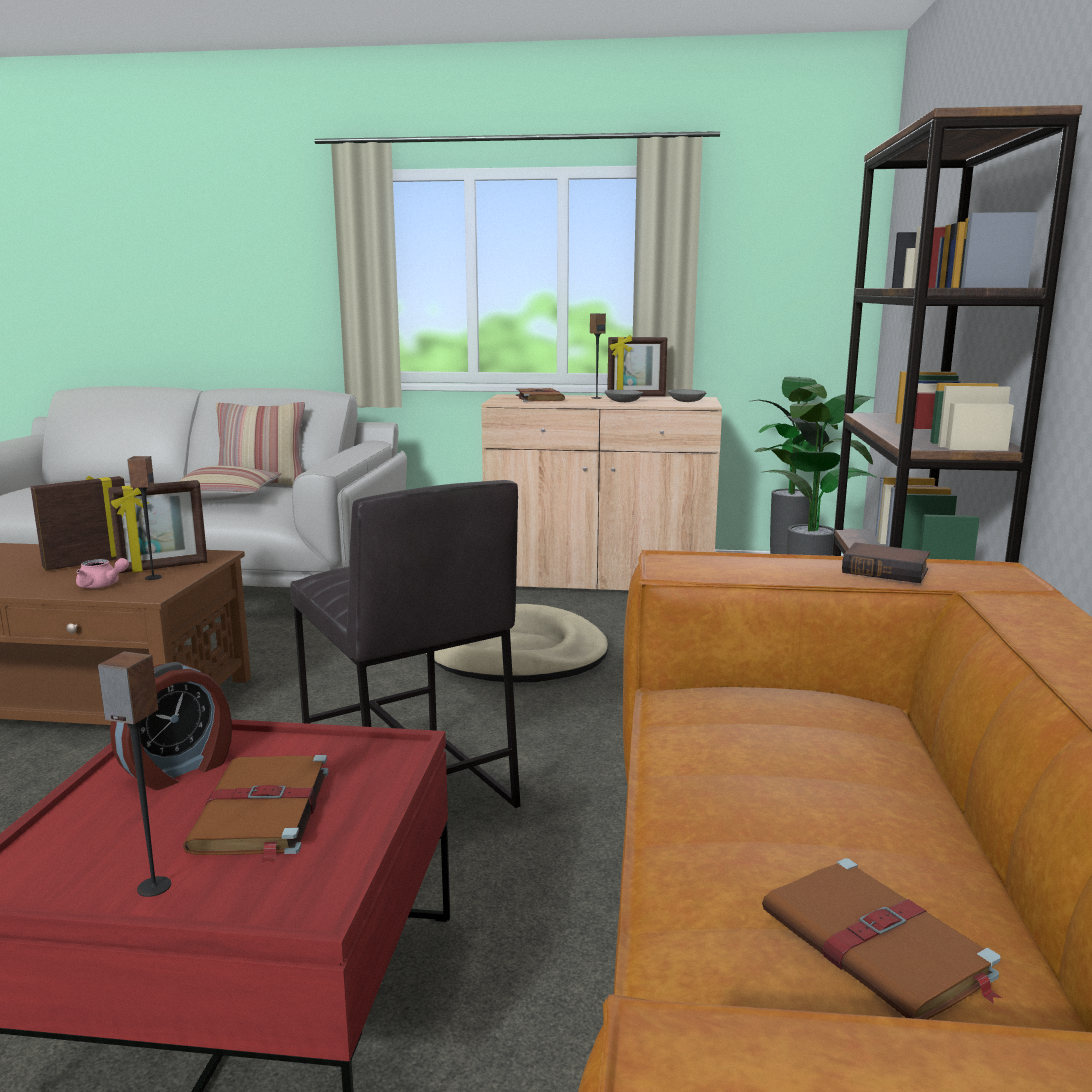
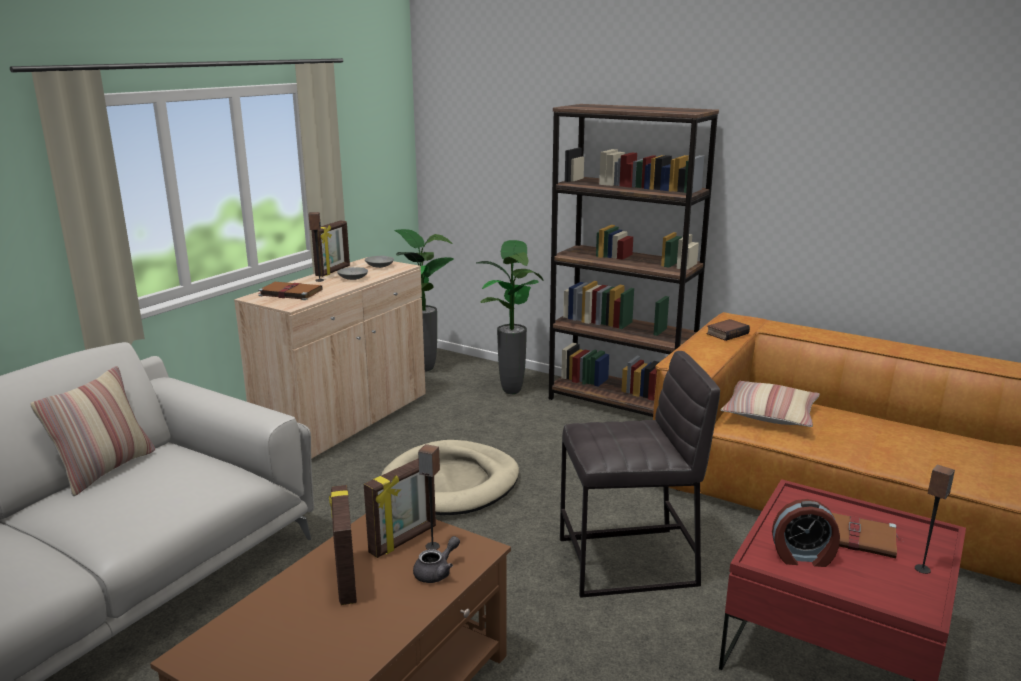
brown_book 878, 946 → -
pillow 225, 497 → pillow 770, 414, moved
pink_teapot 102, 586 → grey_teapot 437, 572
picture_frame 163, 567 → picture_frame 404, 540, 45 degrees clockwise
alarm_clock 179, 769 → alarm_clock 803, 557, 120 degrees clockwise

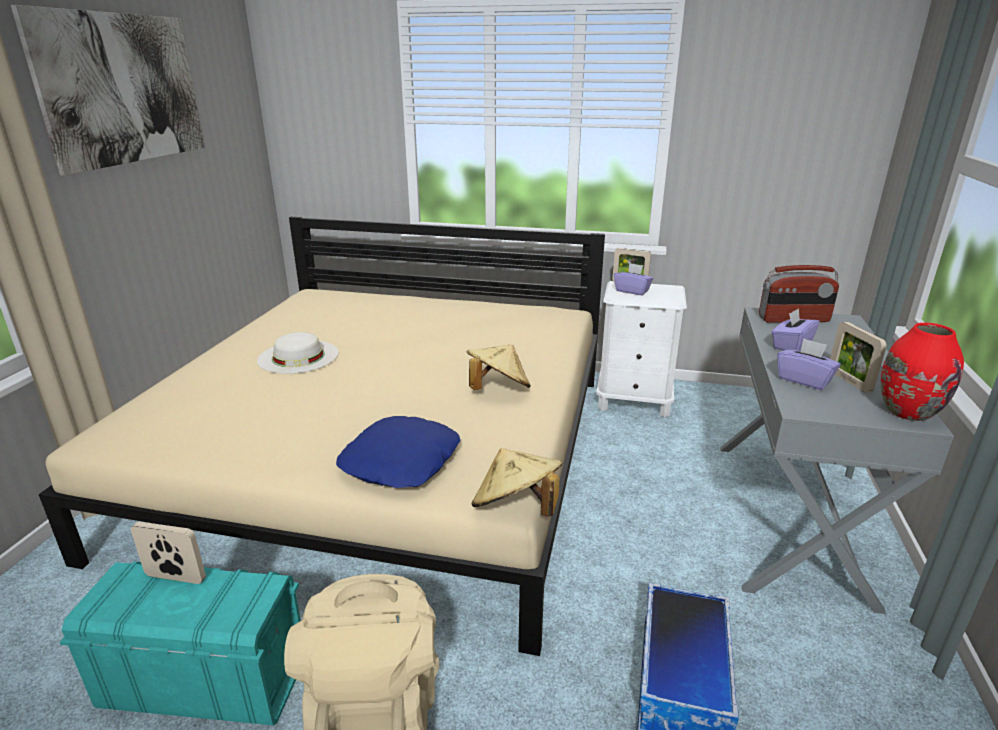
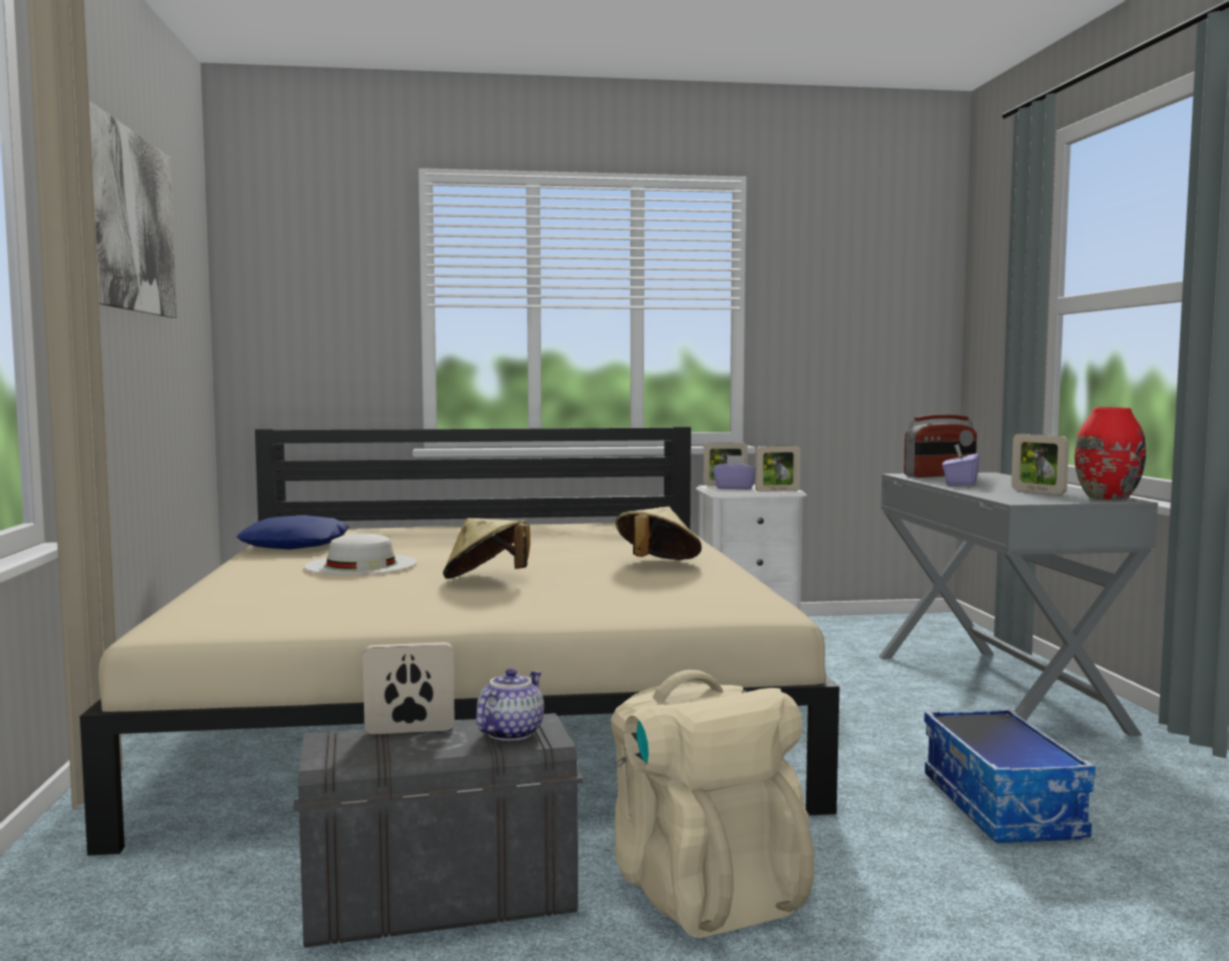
purple_tissue_box 804, 380 → -
- → teapot 509, 733
- → picture_frame 777, 491
blue_pillow 402, 462 → blue_pillow 296, 545, moved
beige_hat 516, 509 → beige_hat 486, 580, moved
turquoise_storage_box 205, 681 → grey_storage_box 438, 902

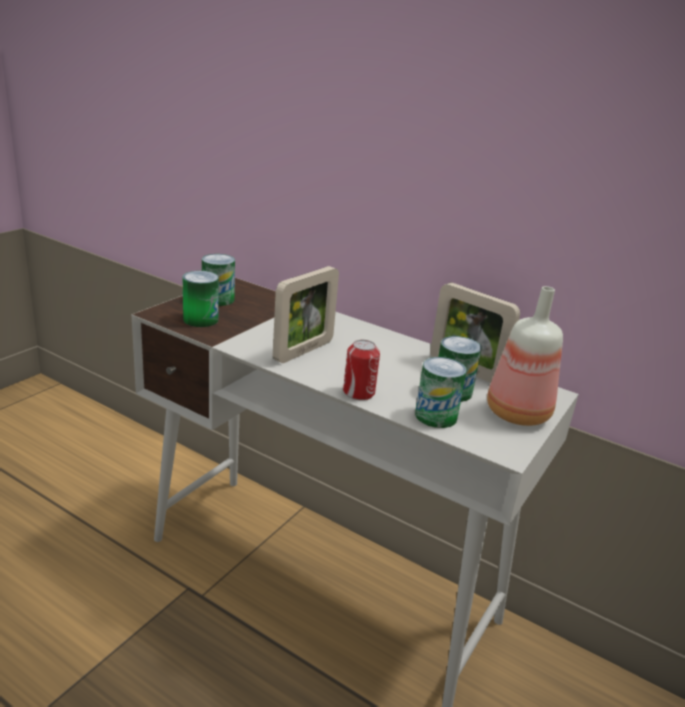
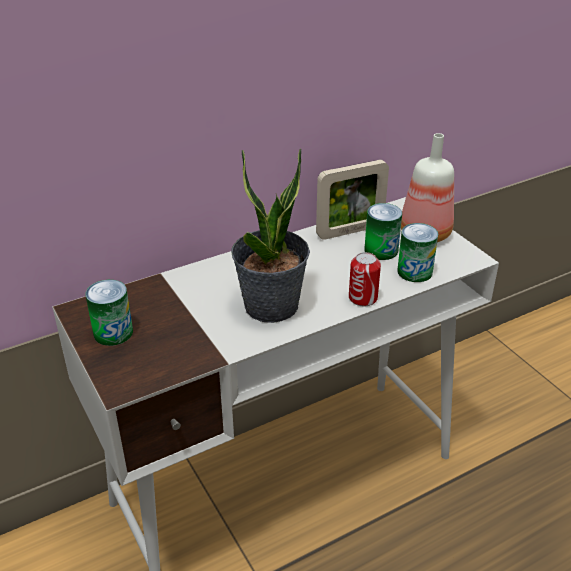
can 200, 319 → -
picture_frame 303, 351 → potted_plant 271, 306

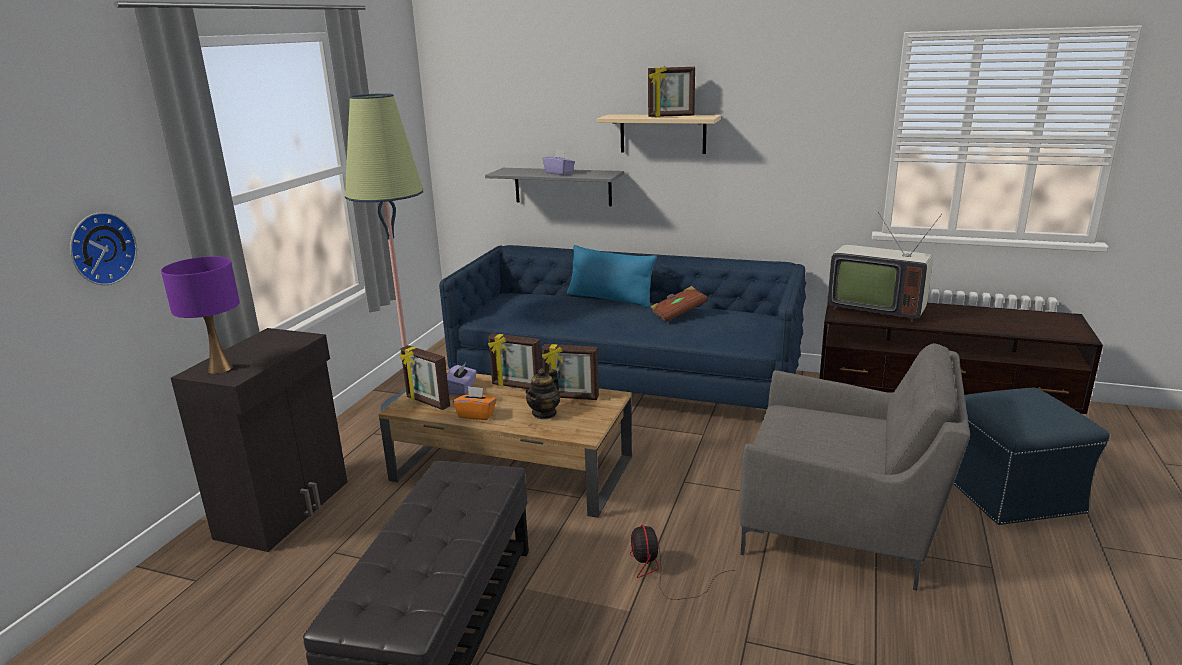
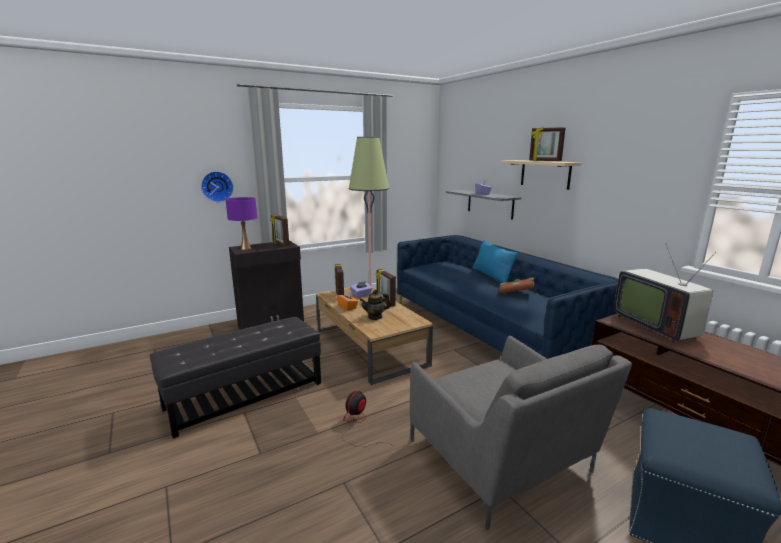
picture_frame 571, 397 → picture_frame 280, 244, moved

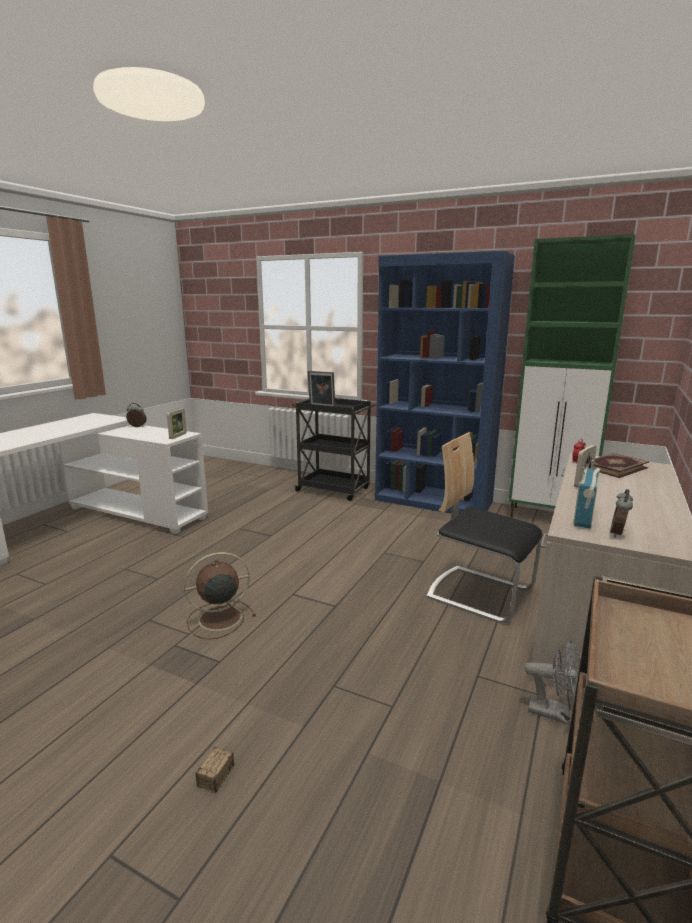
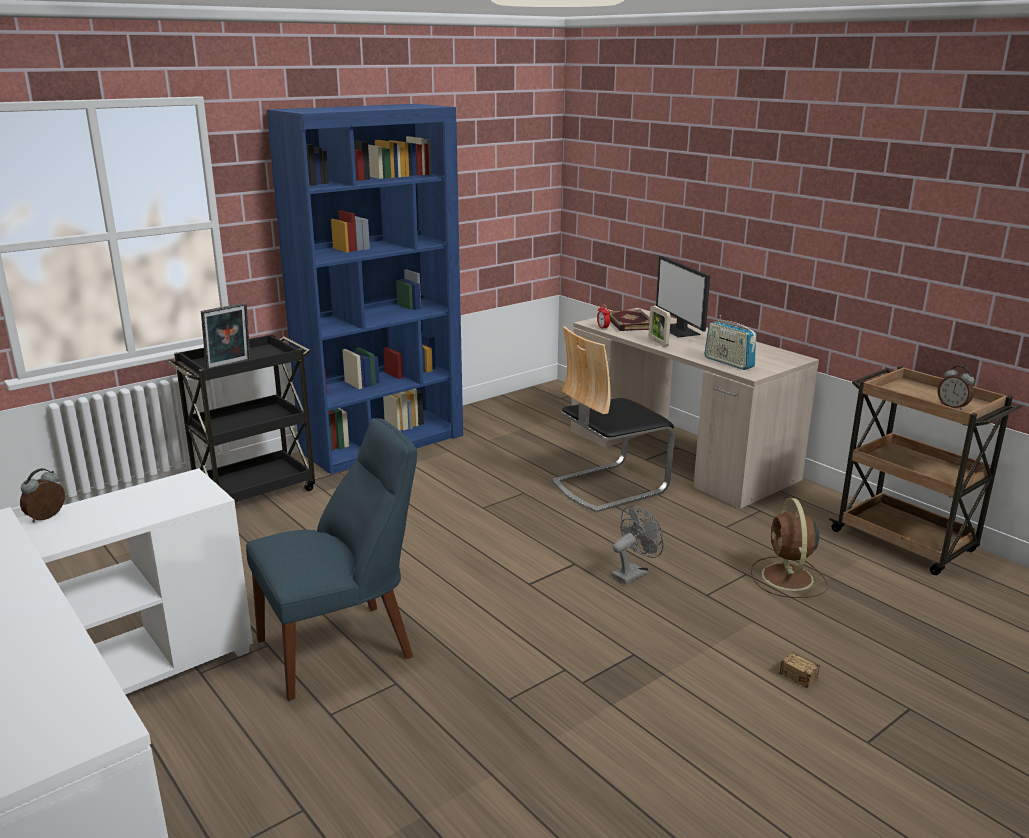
picture_frame 178, 436 → -
green_cabinet 550, 518 → -
- → blue_chair 342, 647
- → monitor 679, 330
brown_fan 218, 619 → brown_fan 788, 578, moved
grey_fan 555, 713 → grey_fan 633, 573, moved
alarm_clock 618, 533 → alarm_clock 953, 406, moved

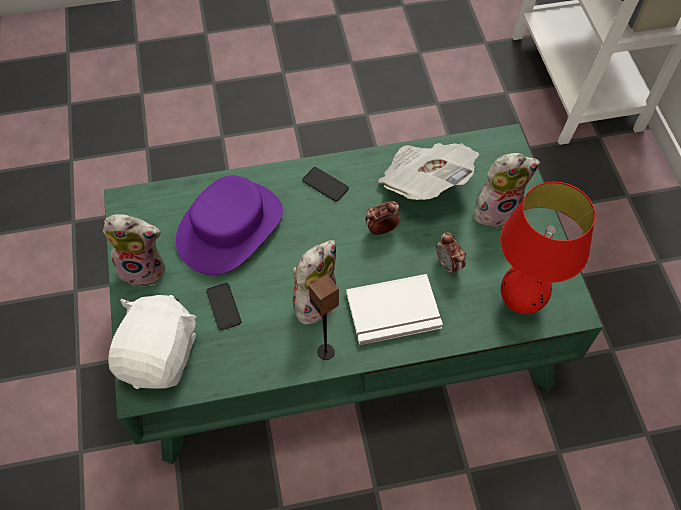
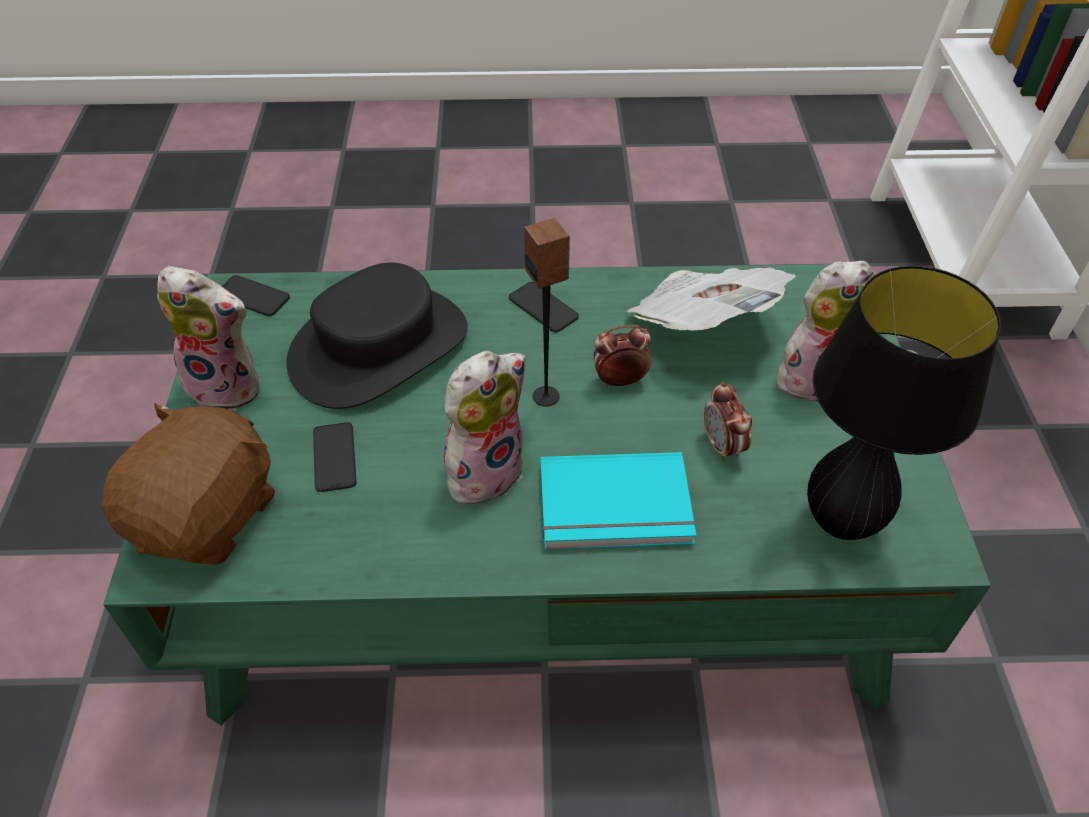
- → phone 252, 296
speaker 326, 351 → speaker 546, 396, moved
white_plush_toy 160, 355 → brown_plush_toy 209, 515
purple_hat 230, 227 → black_hat 379, 346
white_book 394, 313 → turquoise_book 616, 508
red_table_lamp 520, 302 → black_table_lamp 841, 523

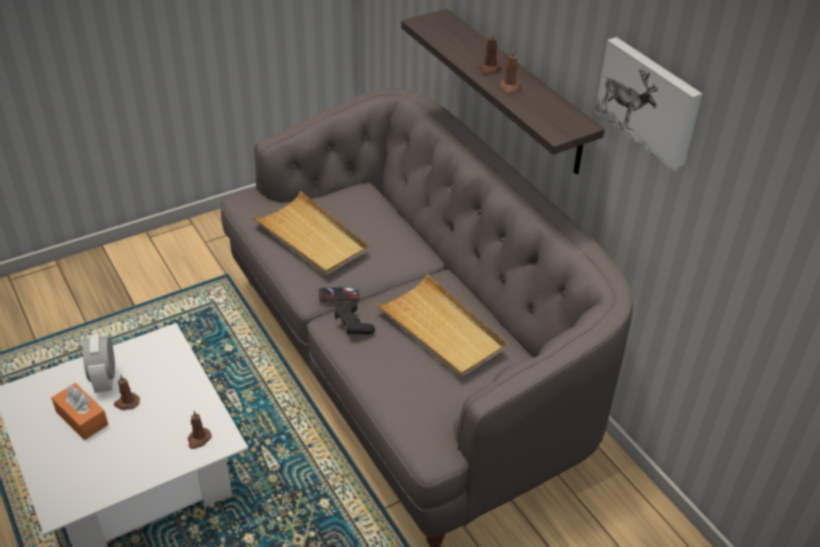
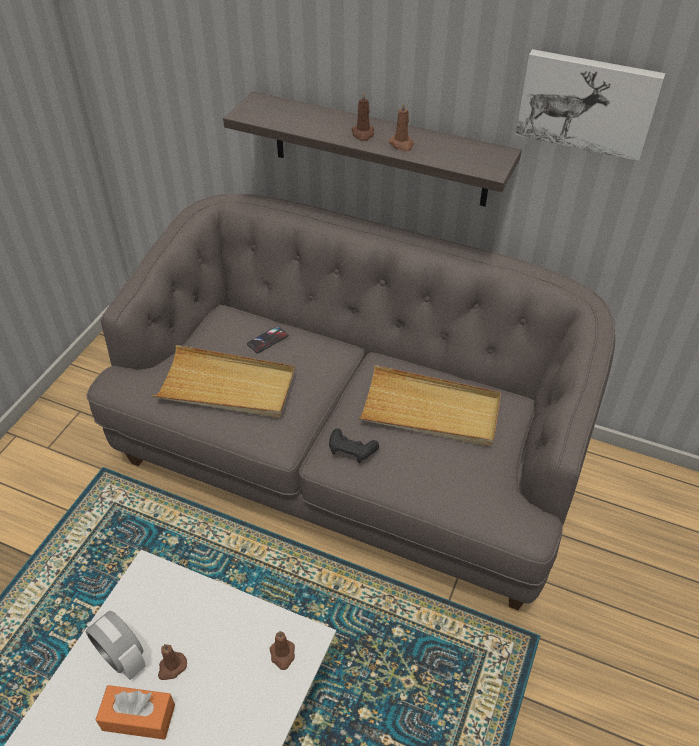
phone 338, 294 → phone 267, 340, moved

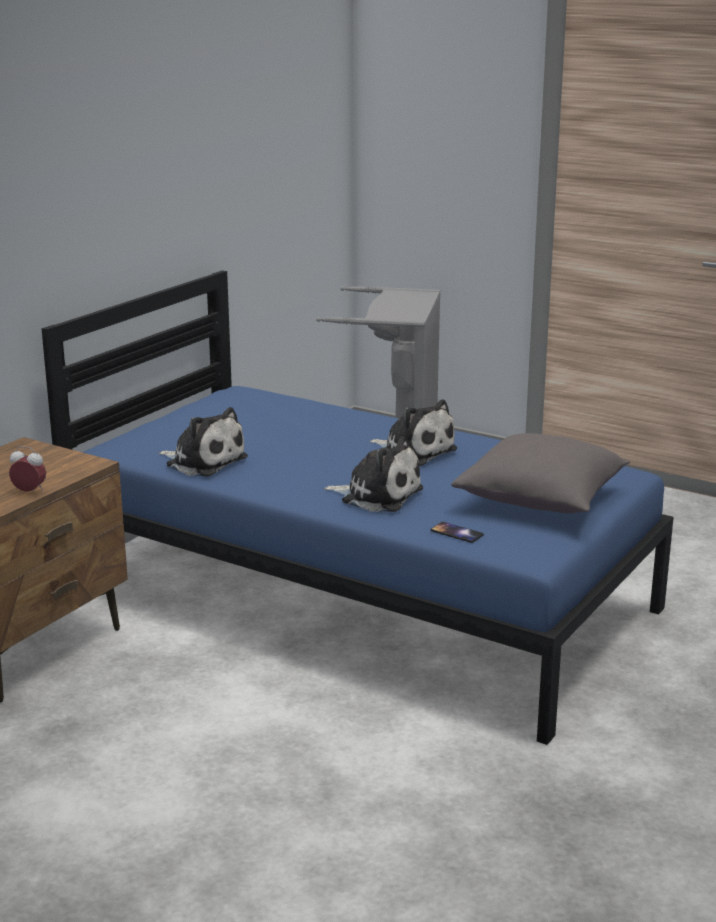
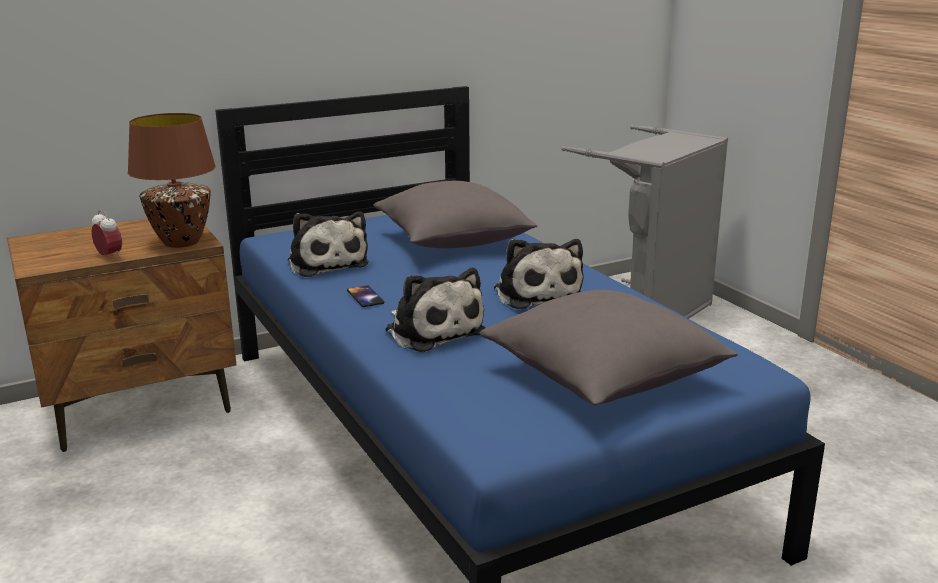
- → brown_table_lamp 181, 242
- → grey_pillow 453, 242
phone 456, 533 → phone 365, 297, moved

